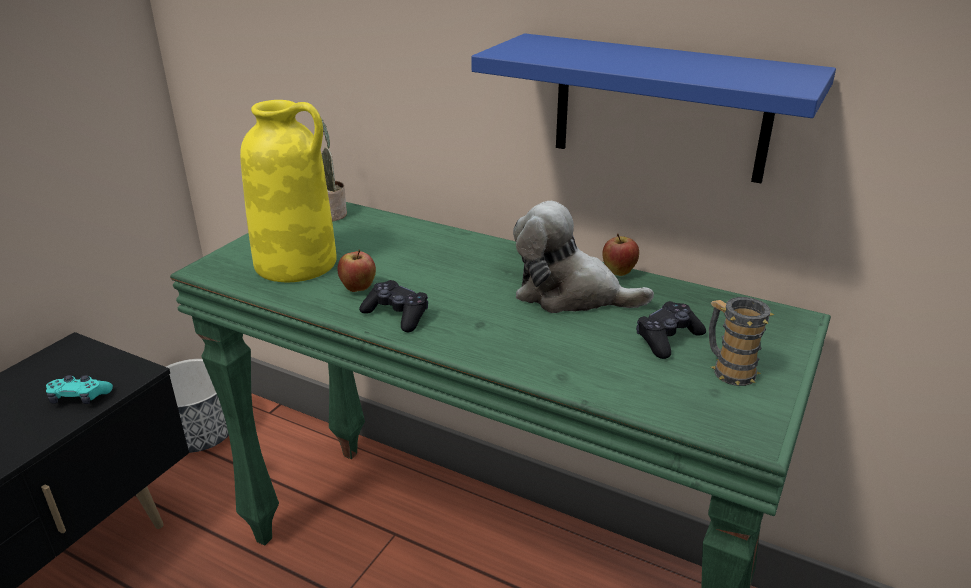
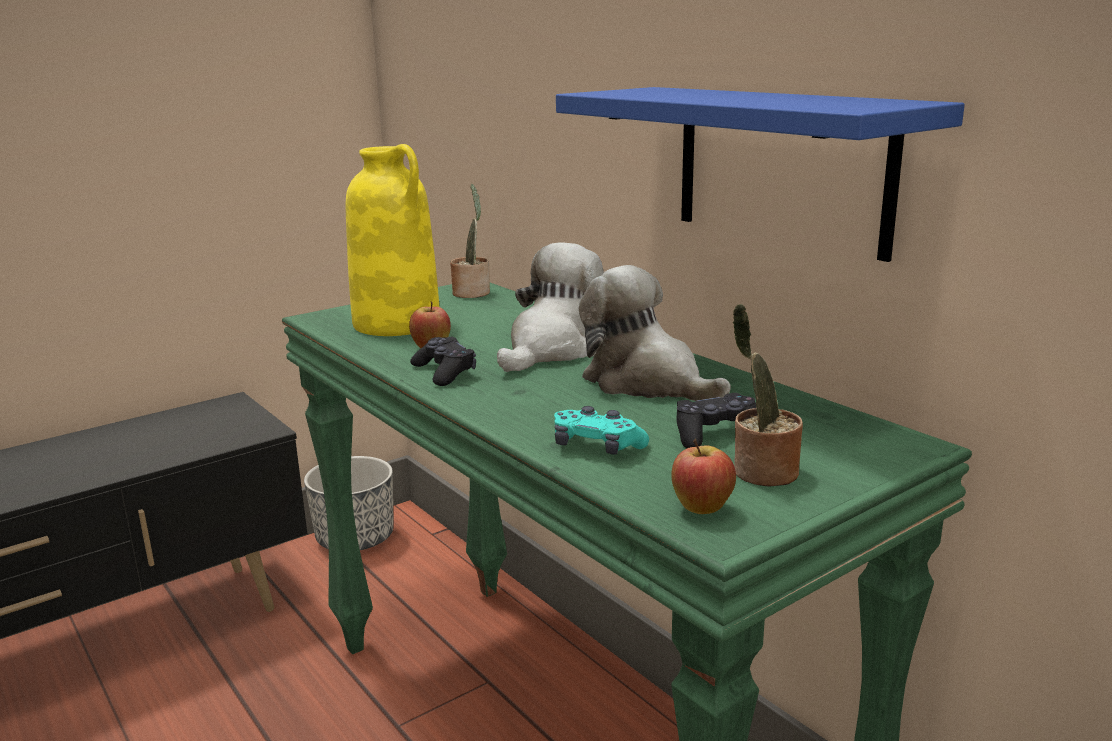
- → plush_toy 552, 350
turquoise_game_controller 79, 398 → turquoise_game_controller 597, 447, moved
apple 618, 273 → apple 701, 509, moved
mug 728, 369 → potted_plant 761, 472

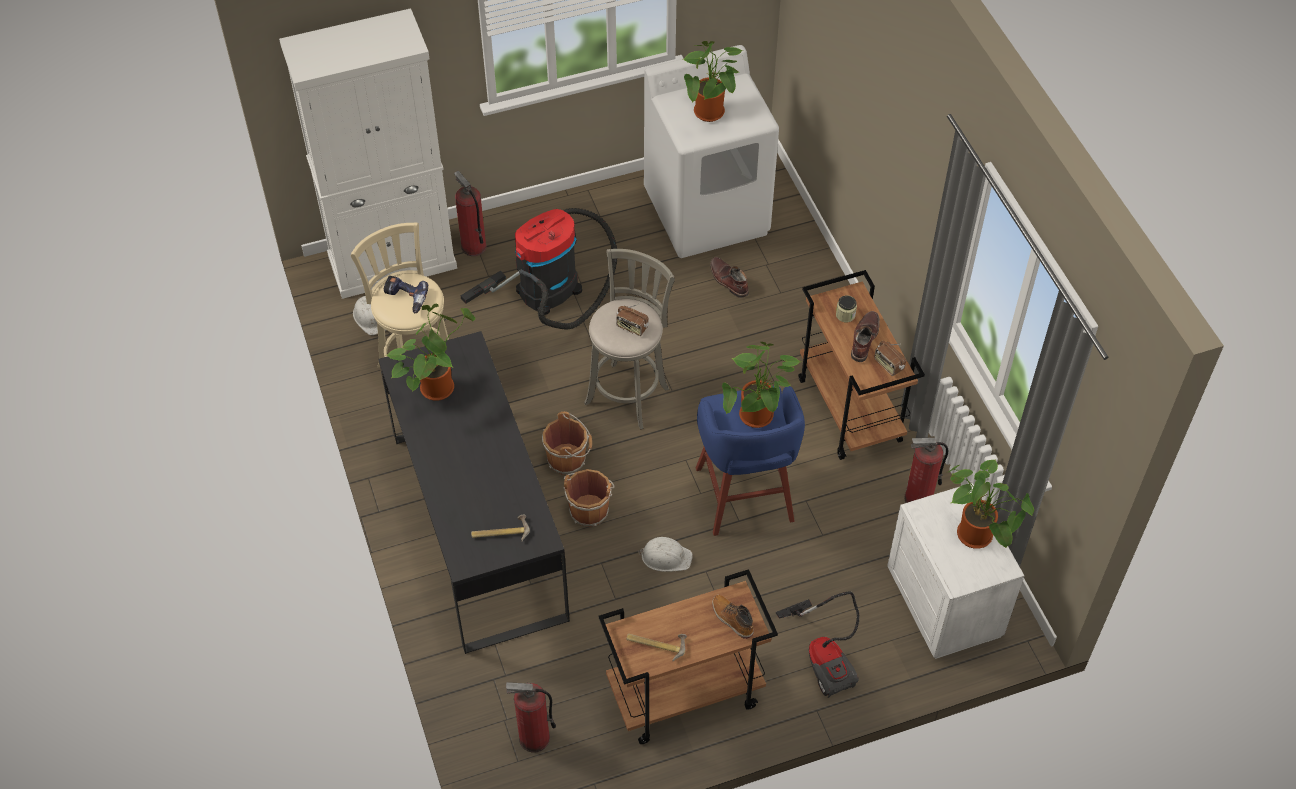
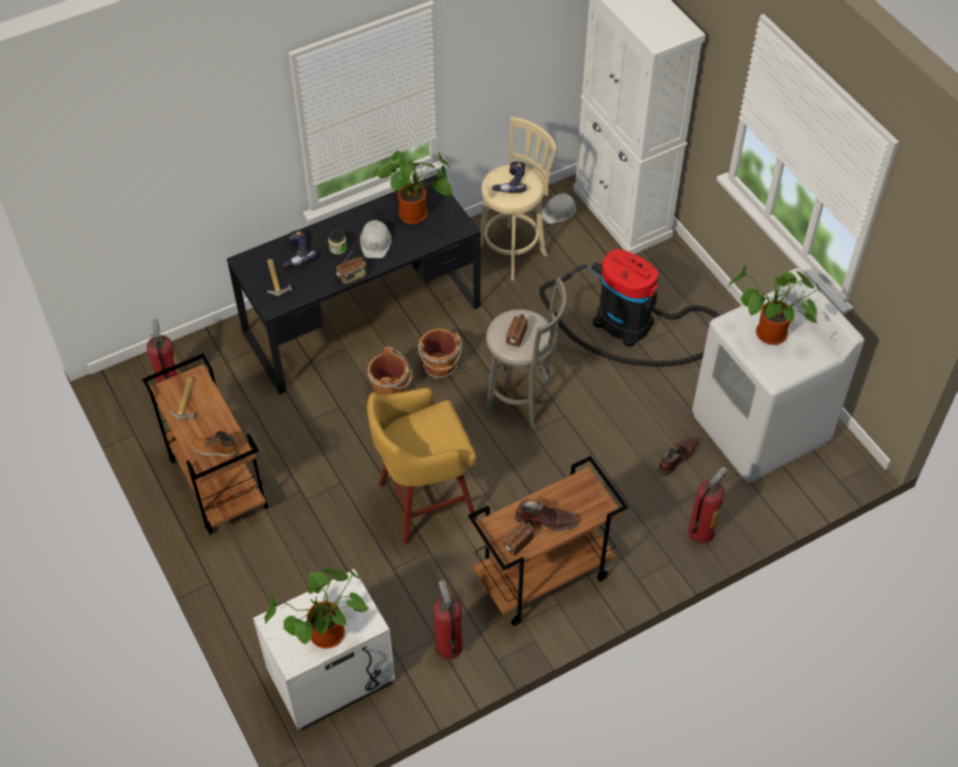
potted_plant 757, 419 → -
vacuum_cleaner 825, 657 → -
- → power_drill 296, 253
- → radio 352, 277
fire_extinguisher 473, 246 → fire_extinguisher 701, 532, moved
white_hard_hat 666, 557 → white_hard_hat 375, 242, moved
jar 845, 315 → jar 338, 248, moved
blue_stool 745, 498 → yellow_stool 423, 502
boot 732, 619 → boot 215, 449, 120 degrees counterclockwise

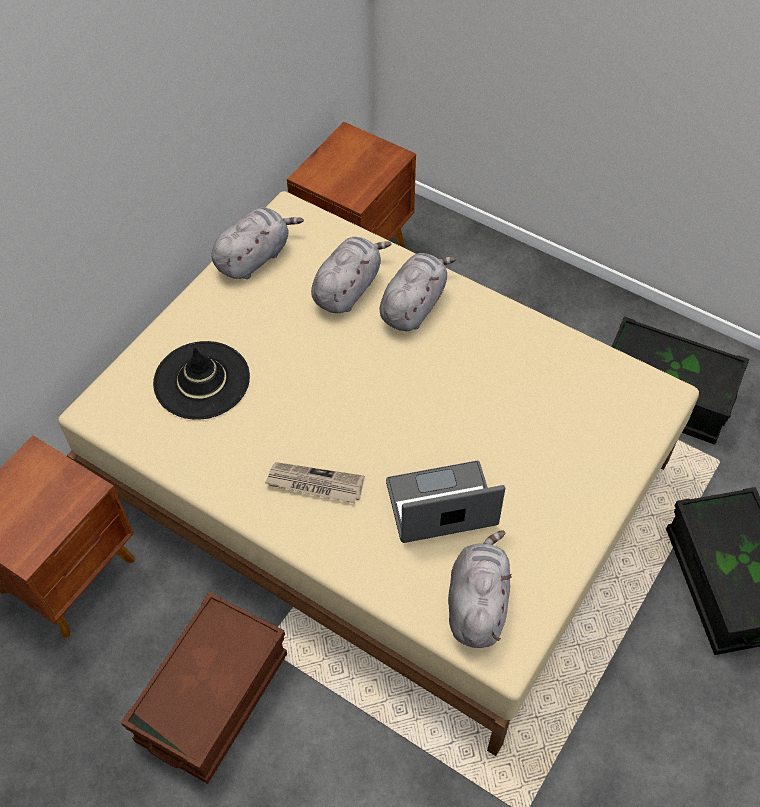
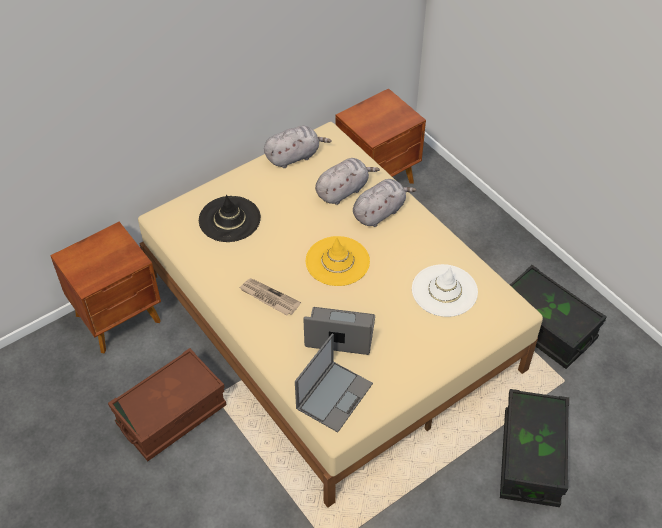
- → yellow_hat 337, 261
- → white_hat 444, 290
grey_plush_toy 477, 603 → laptop 334, 395

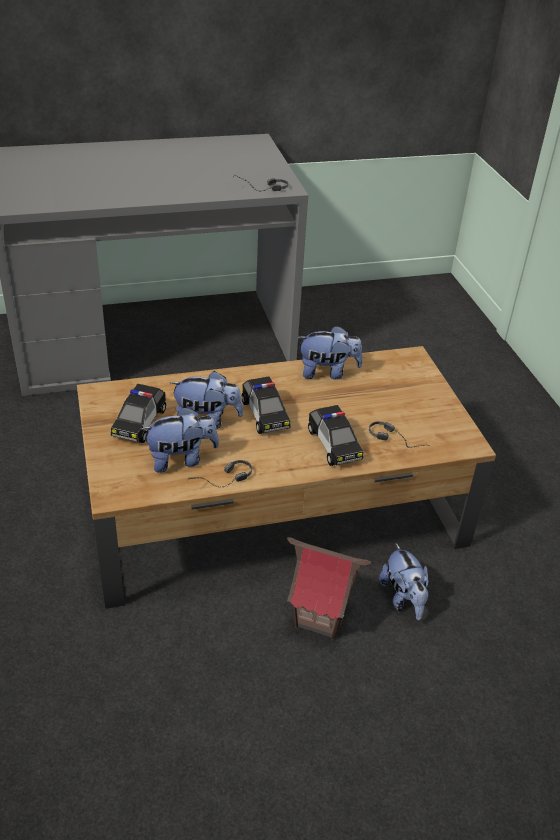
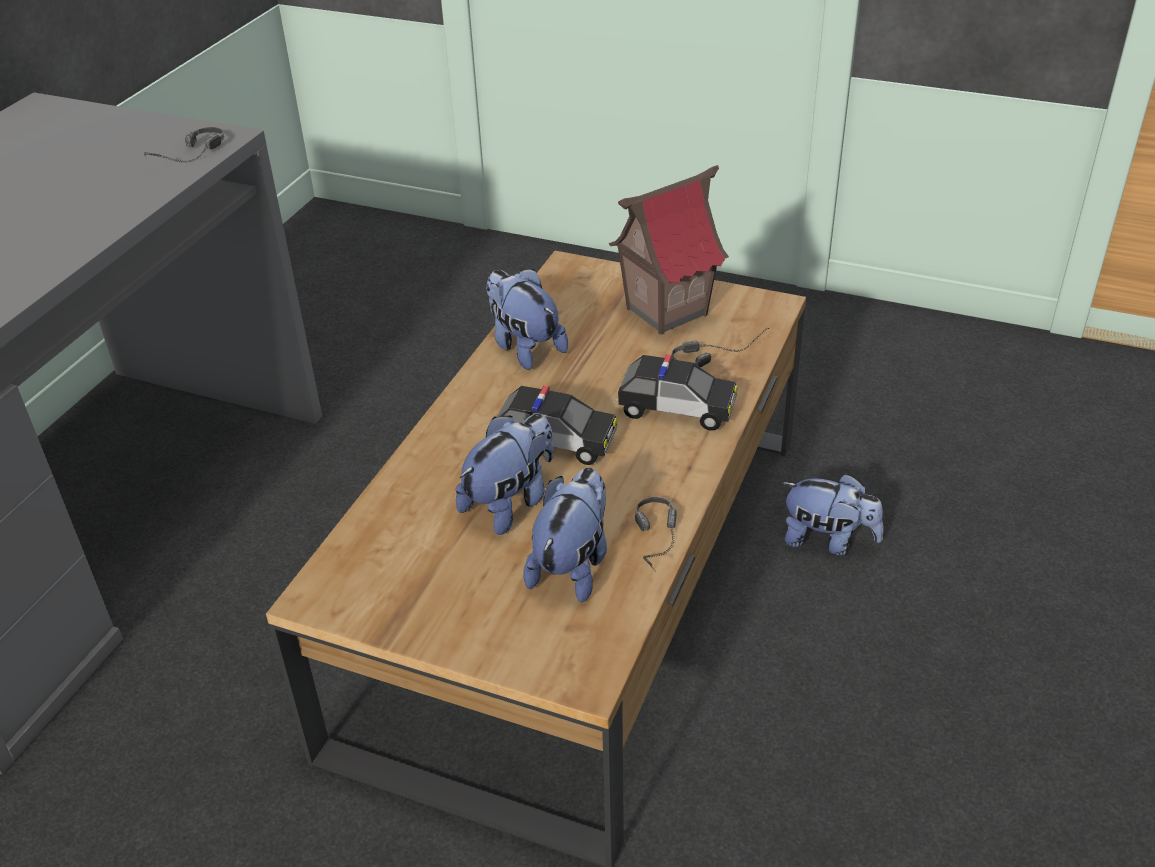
toy_car 140, 423 → -
toy_house 320, 616 → toy_house 665, 311, moved
plush_toy 327, 372 → plush_toy 524, 347, 75 degrees counterclockwise

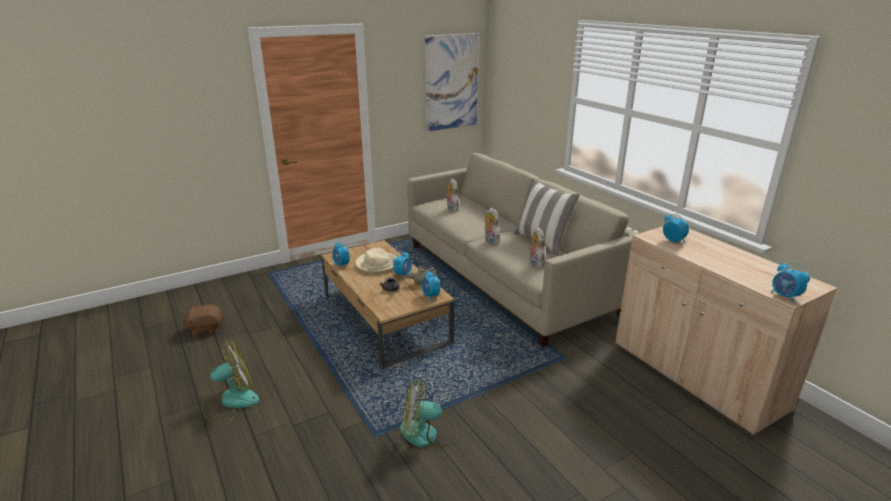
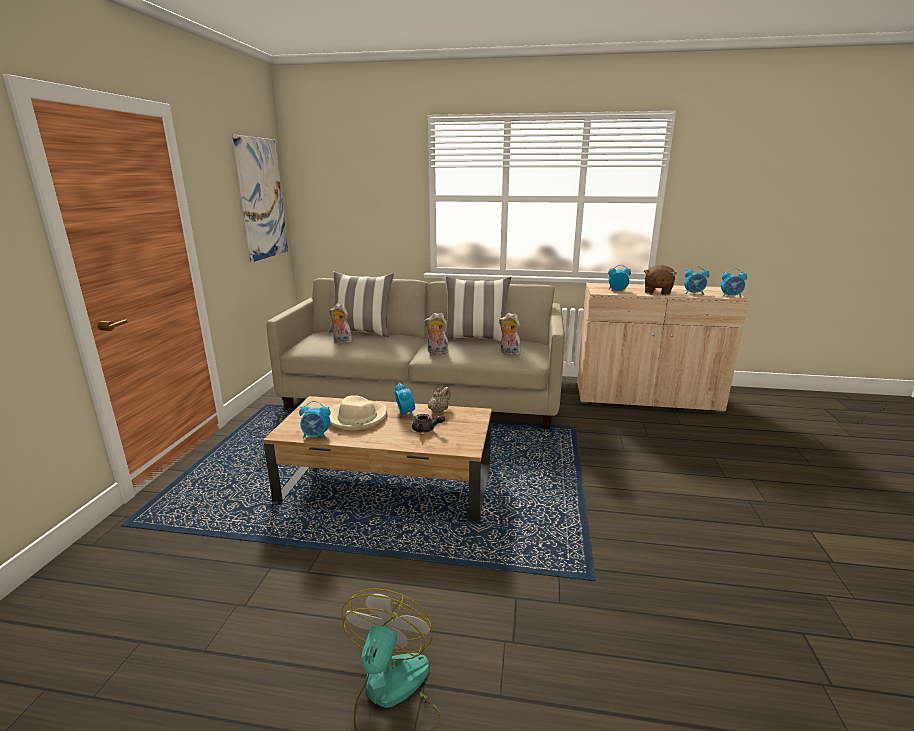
fan 428, 434 → -
- → pillow 362, 332
brown_plush_toy 205, 329 → brown_plush_toy 657, 292, moved
alarm_clock 430, 296 → alarm_clock 694, 293, moved

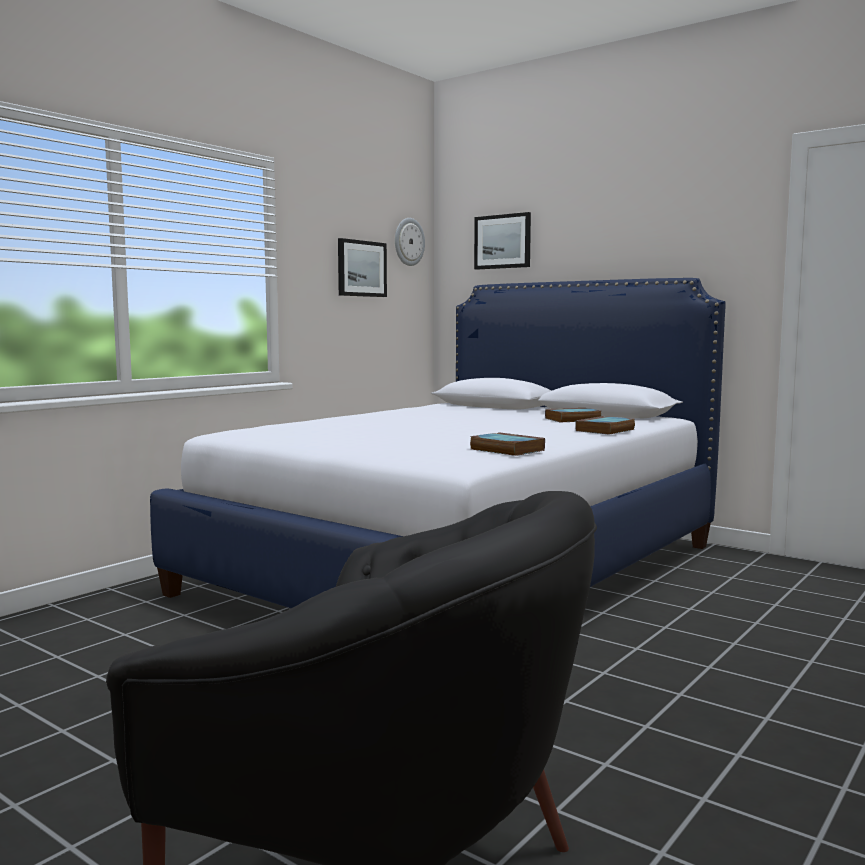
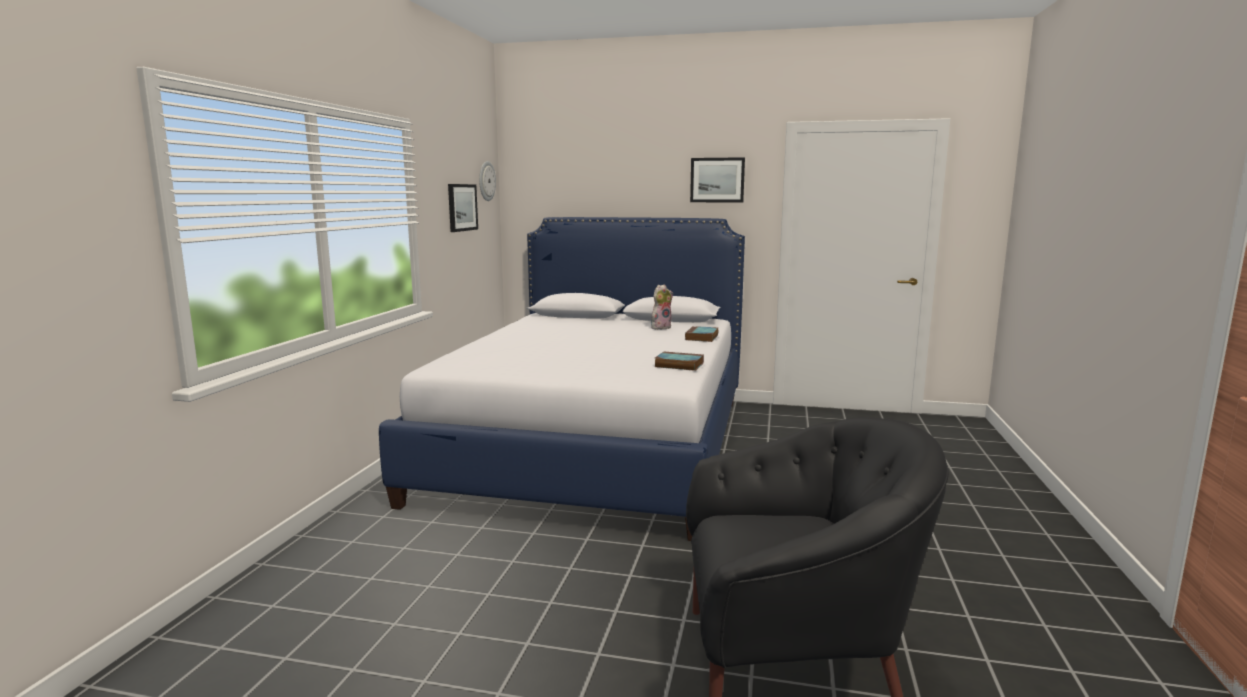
picture 503, 241 → picture 717, 180, moved
book 572, 419 → plush_toy 661, 327

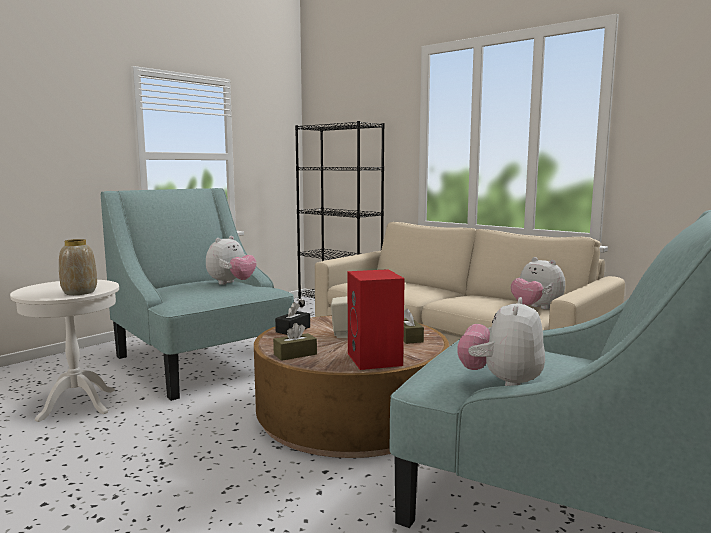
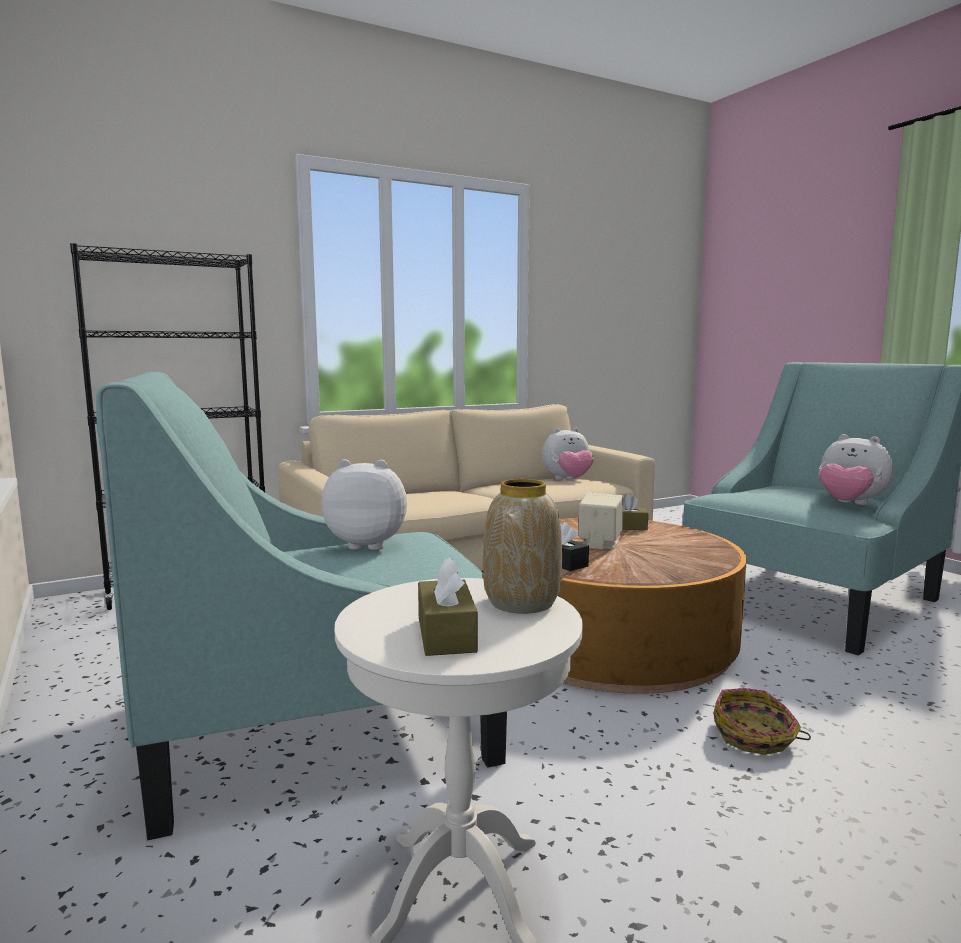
red_speaker 376, 360 → -
- → basket 754, 737
brown_tissue_box 295, 354 → brown_tissue_box 446, 634, moved
plush_toy 231, 283 → plush_toy 368, 544, 45 degrees counterclockwise

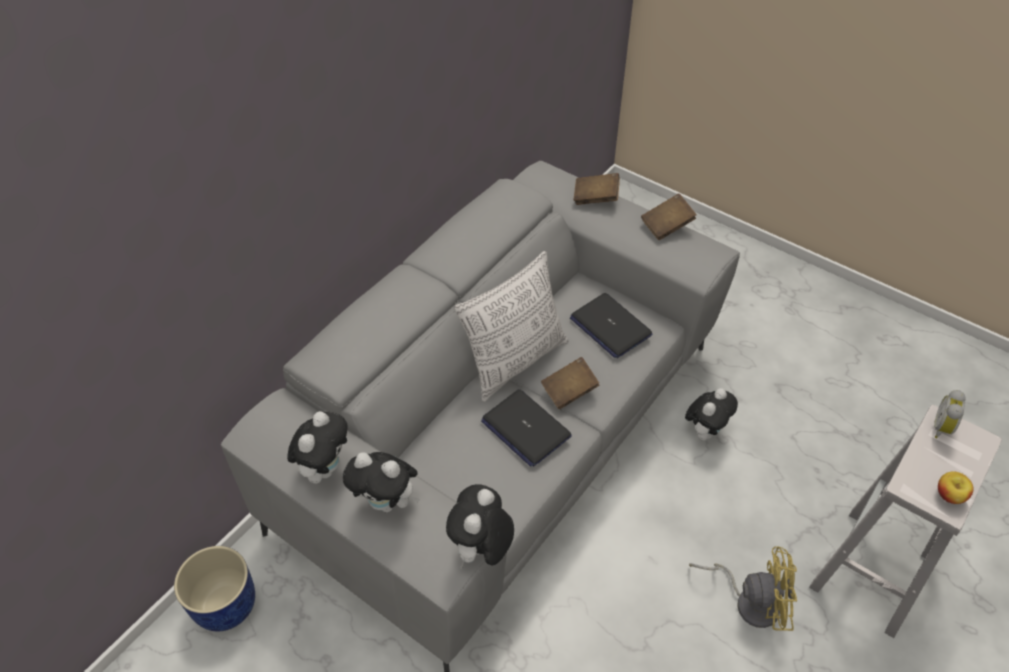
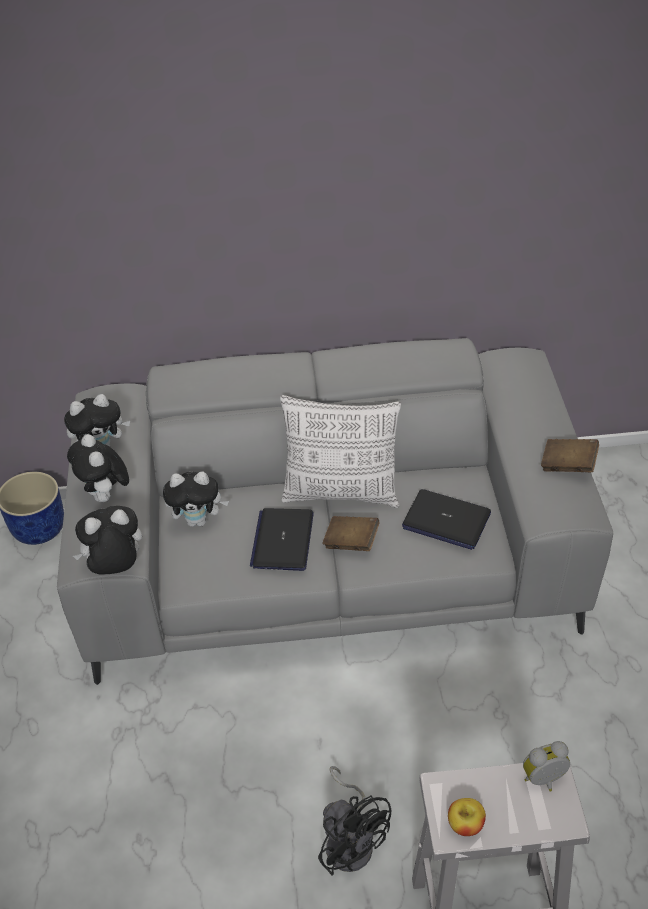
brown_book 595, 198 → -
plush_toy 705, 431 → plush_toy 198, 520, moved
yellow_fan 750, 601 → black_fan 351, 840
laptop 610, 326 → laptop 446, 520, 75 degrees counterclockwise

